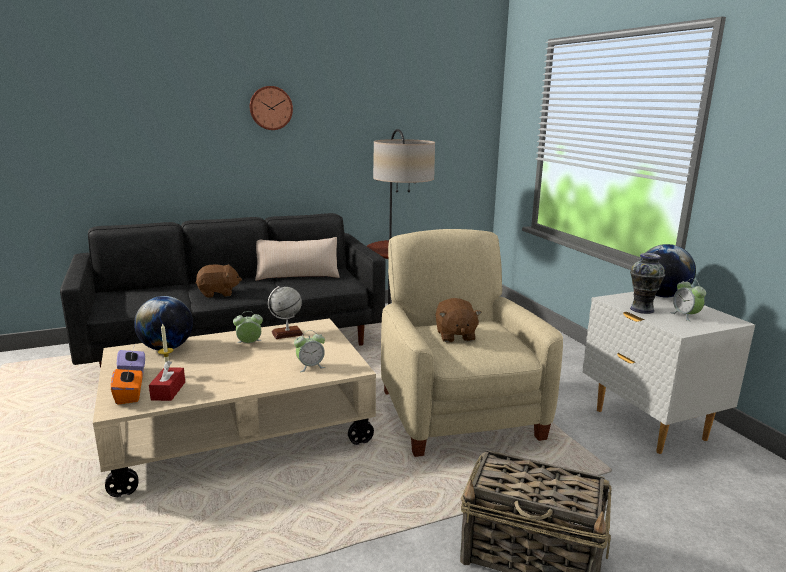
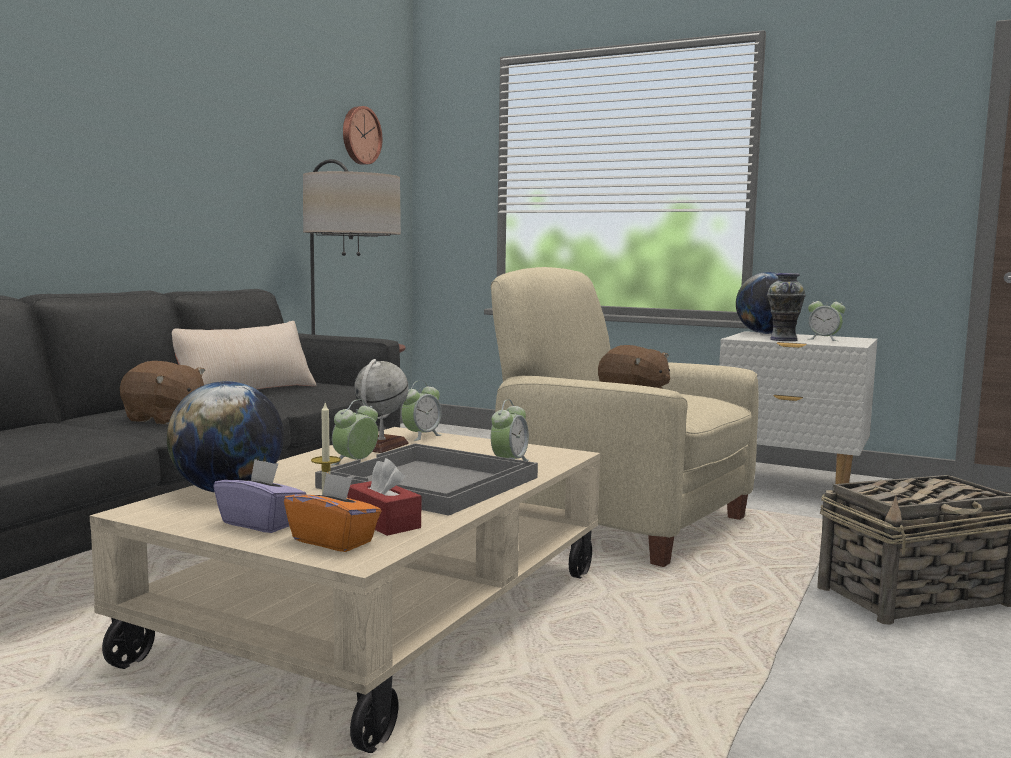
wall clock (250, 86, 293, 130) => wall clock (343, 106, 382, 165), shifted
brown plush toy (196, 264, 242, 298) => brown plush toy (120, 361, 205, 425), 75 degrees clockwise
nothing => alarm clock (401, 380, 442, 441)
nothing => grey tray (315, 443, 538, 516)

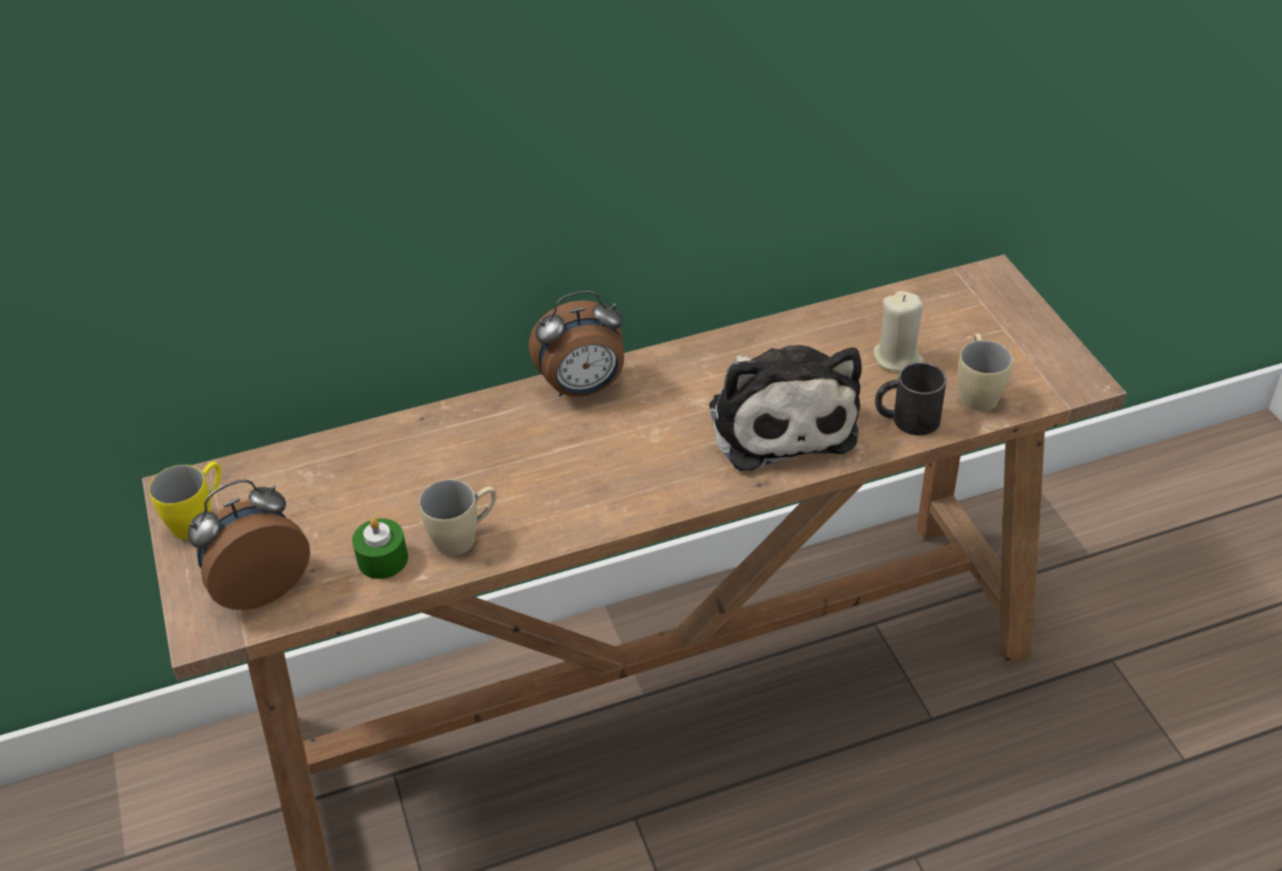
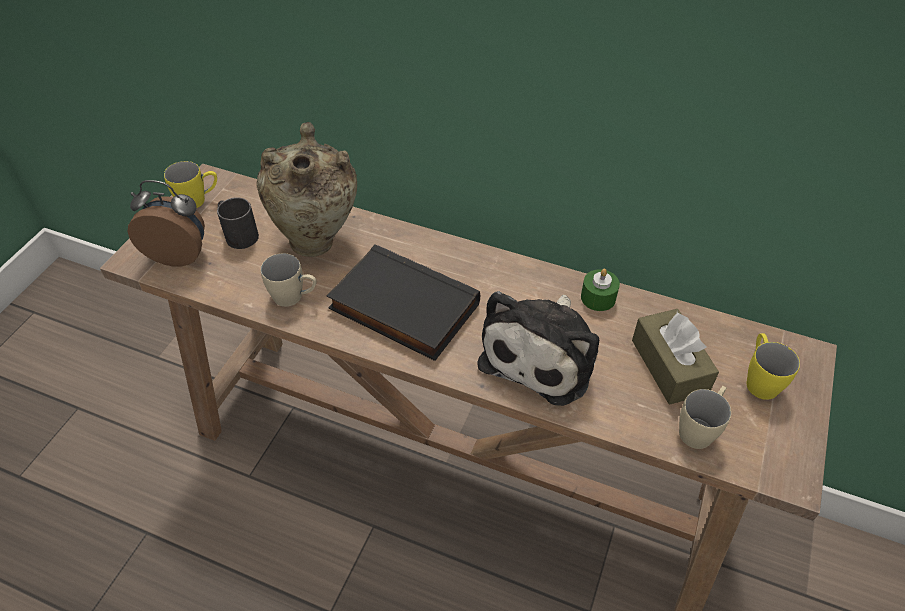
alarm clock (528, 291, 624, 397) => nothing
beige candle (873, 291, 924, 372) => brown tissue box (632, 309, 719, 404)
black mug (875, 362, 947, 436) => black mug (217, 197, 259, 249), shifted
green candle (352, 518, 408, 579) => green candle (581, 268, 620, 311), shifted
nothing => beige vase (257, 122, 357, 257)
nothing => black book (327, 245, 480, 361)
nothing => yellow mug (747, 333, 800, 400)

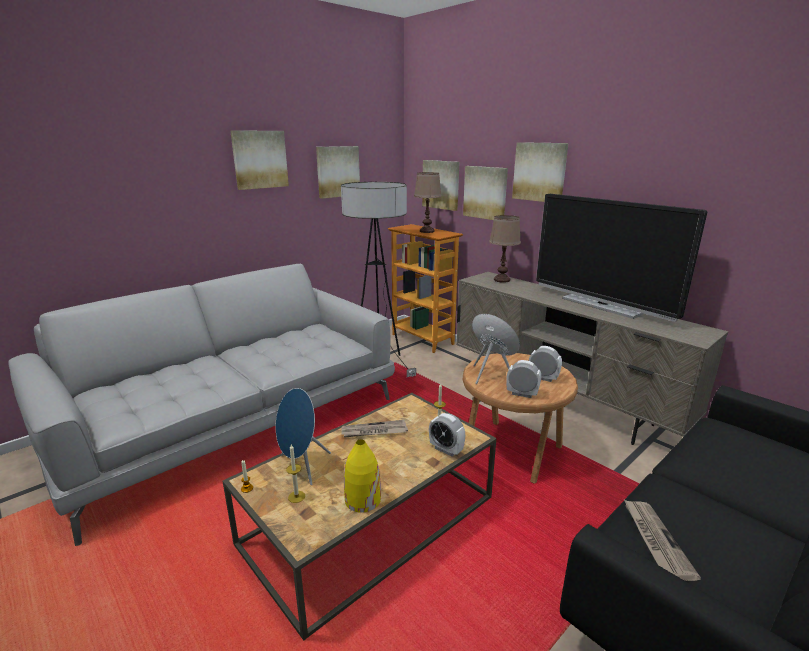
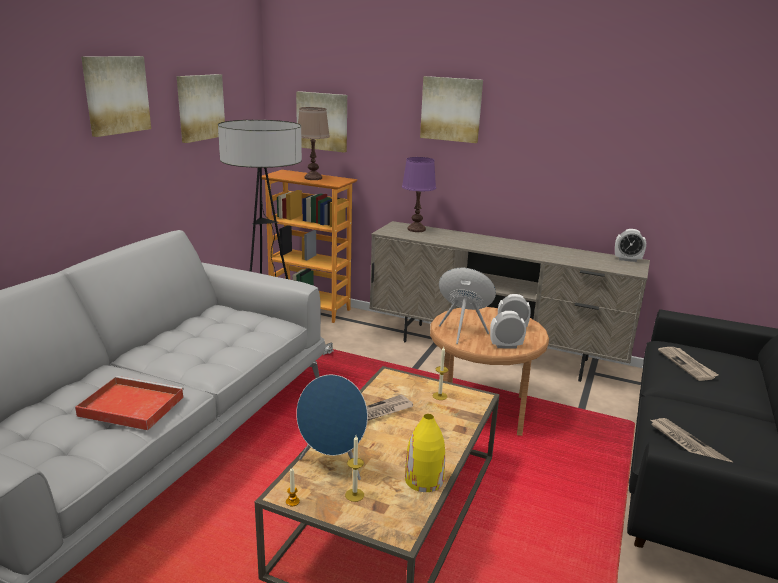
picture (463, 166, 508, 220) => nothing
television (536, 194, 707, 322) => nothing
brown table lamp (489, 215, 521, 283) => purple table lamp (402, 157, 436, 232)
alarm clock (429, 413, 465, 456) => alarm clock (615, 229, 646, 262), shifted
nothing => newspaper (658, 347, 719, 381)
nothing => red tray (75, 376, 184, 430)

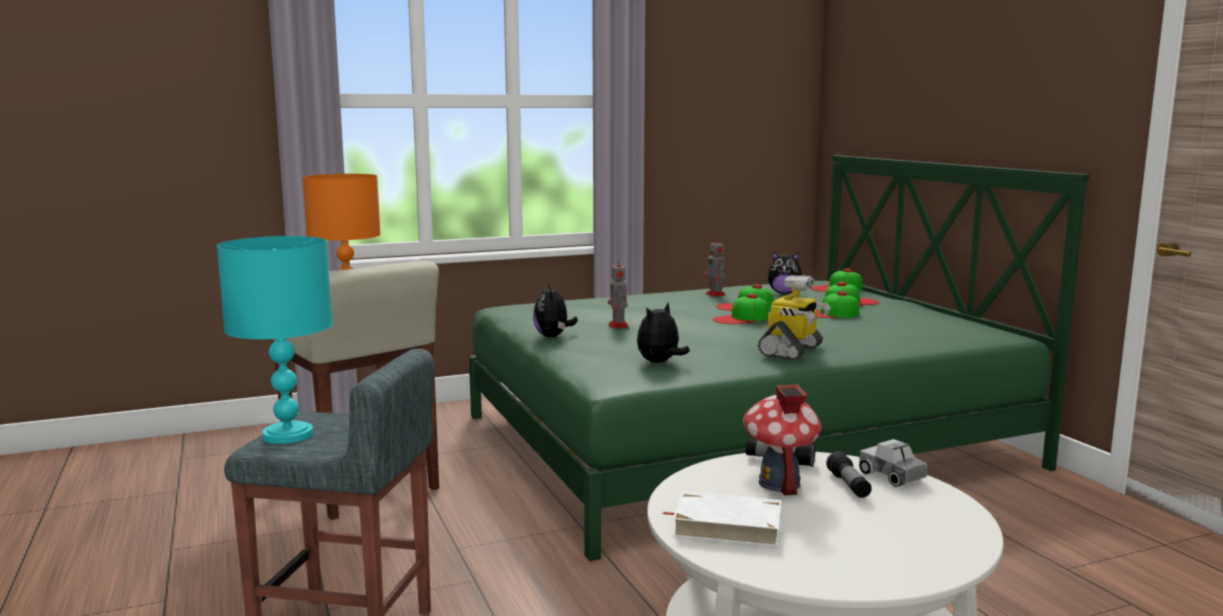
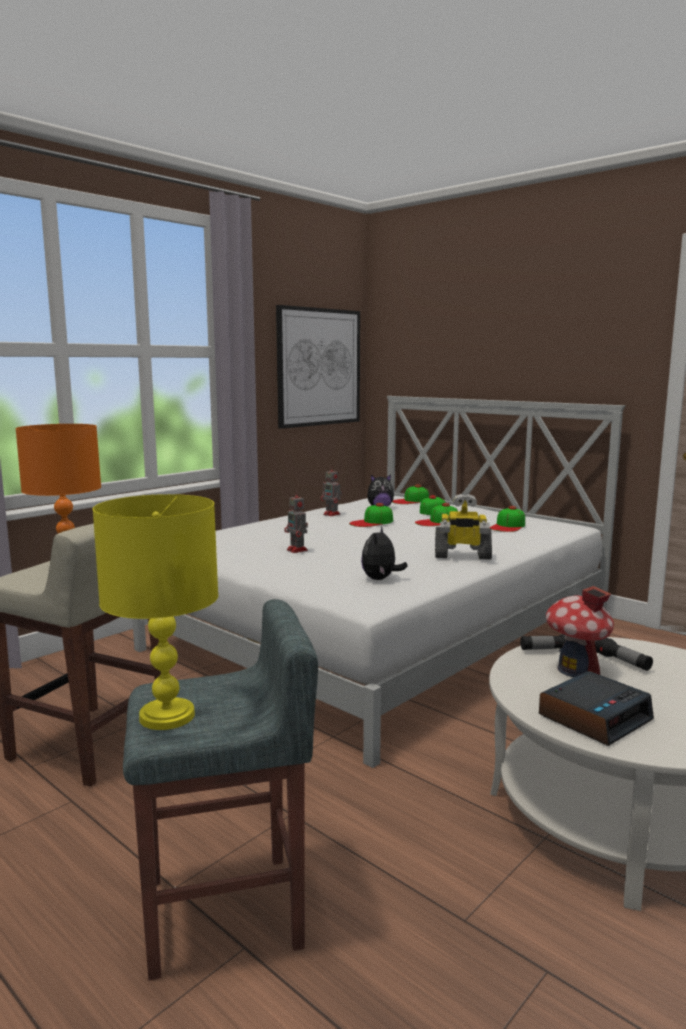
green bed (469, 155, 1090, 561) => white bed (132, 396, 626, 768)
turquoise table lamp (217, 236, 333, 444) => yellow table lamp (93, 494, 218, 730)
toy robot (758, 275, 831, 360) => toy robot (435, 494, 492, 560), 90 degrees clockwise
plush toy (533, 283, 578, 337) => nothing
cap (713, 294, 769, 324) => cap (490, 506, 525, 532), shifted
toy truck (859, 439, 927, 487) => nothing
white book (662, 491, 782, 547) => alarm clock (539, 671, 654, 746)
nothing => picture (276, 305, 360, 429)

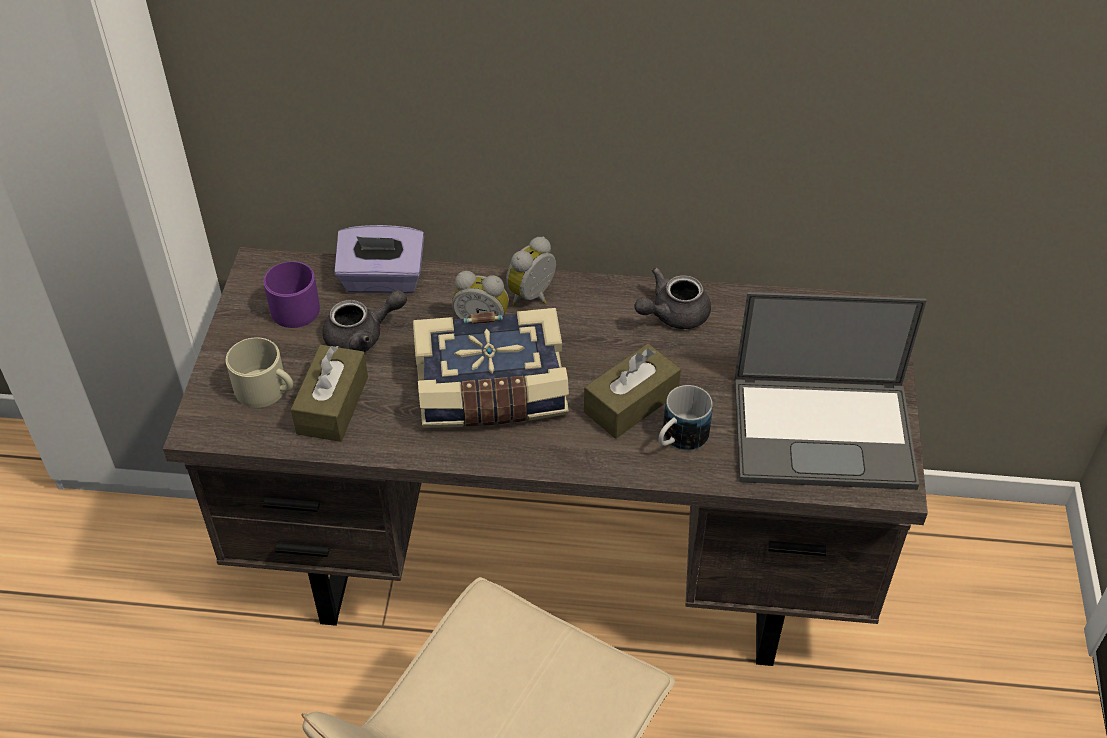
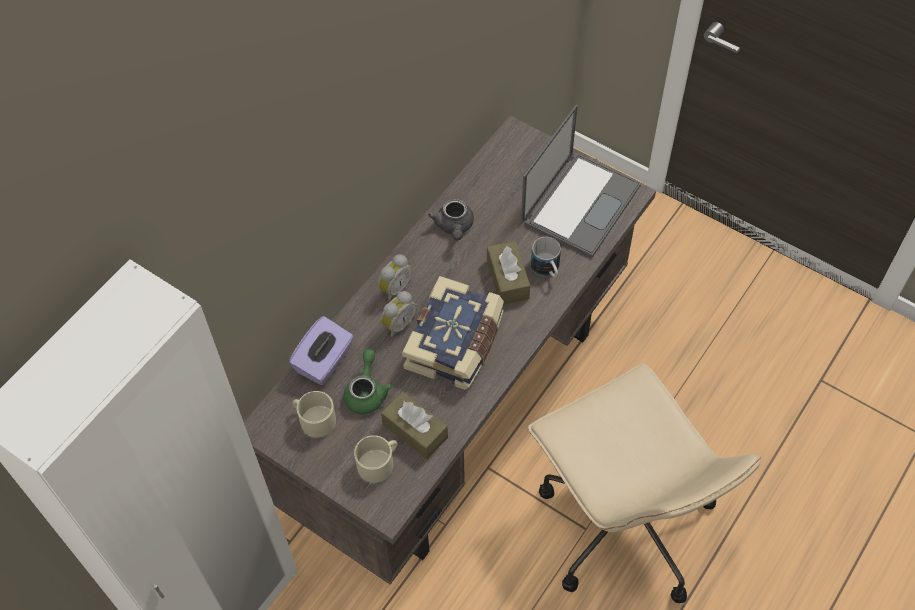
alarm clock (506, 237, 556, 306) => alarm clock (378, 254, 412, 301), 120 degrees counterclockwise
purple mug (263, 261, 320, 328) => beige mug (293, 391, 336, 438)
grey teapot (323, 290, 407, 352) => green teapot (343, 349, 393, 414)

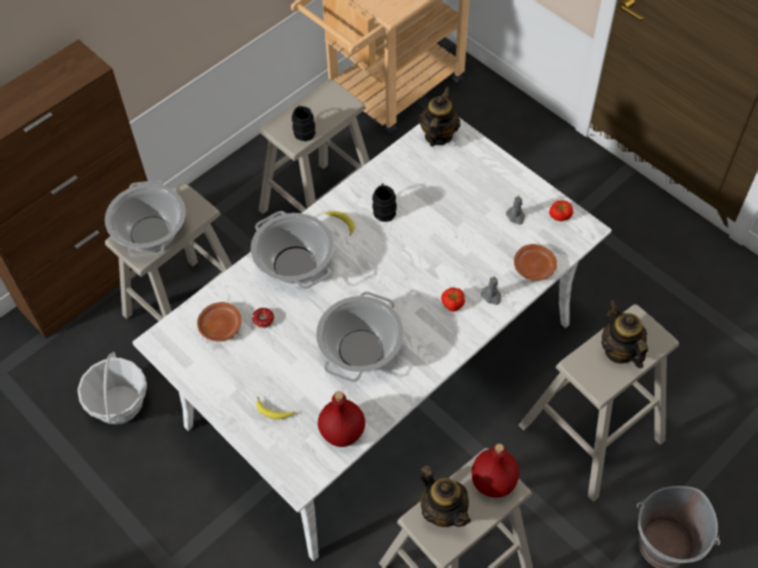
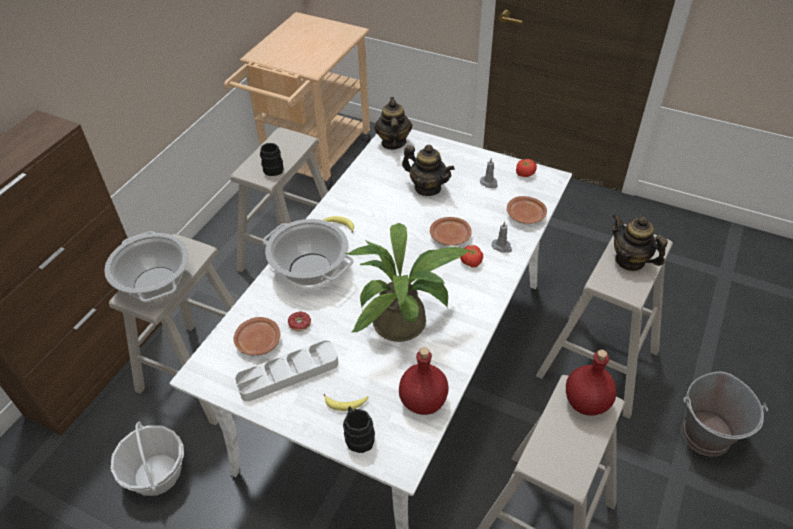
black mug (372, 183, 397, 222) => black mug (343, 406, 375, 453), shifted
cooking pot (316, 292, 404, 382) => potted plant (345, 223, 471, 342)
teapot (419, 465, 471, 527) => teapot (402, 145, 455, 196), shifted
nothing => brown plate (430, 217, 472, 246)
nothing => grey tray (235, 340, 338, 401)

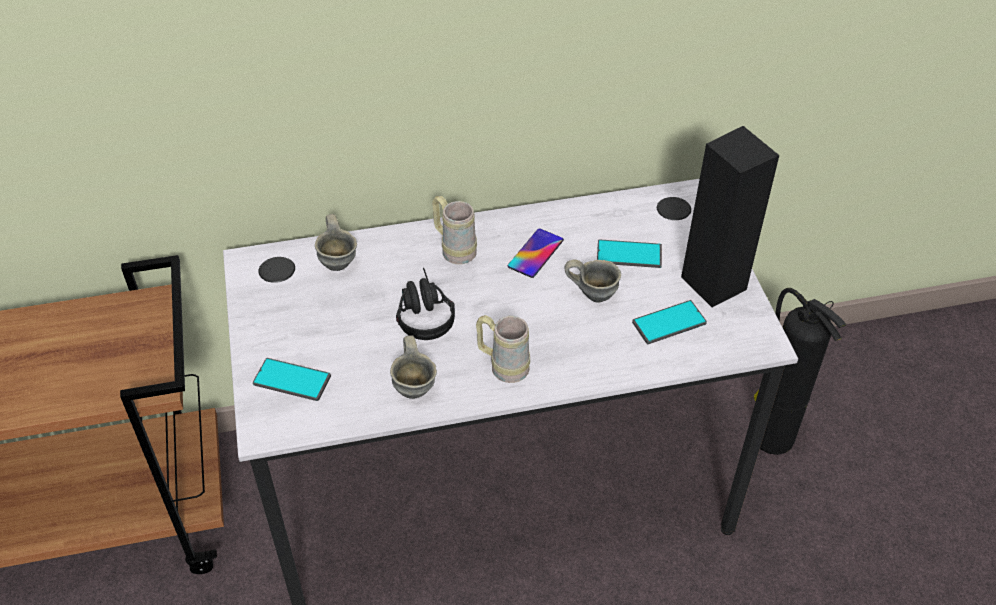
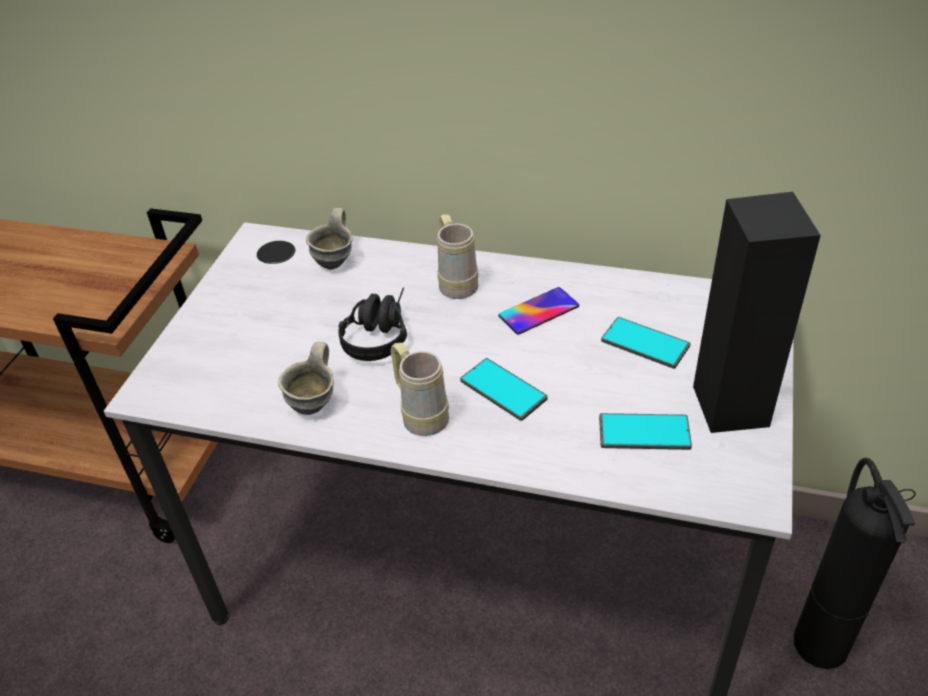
grey mug (564, 260, 621, 303) => nothing
phone (253, 358, 331, 401) => phone (460, 358, 548, 421), shifted

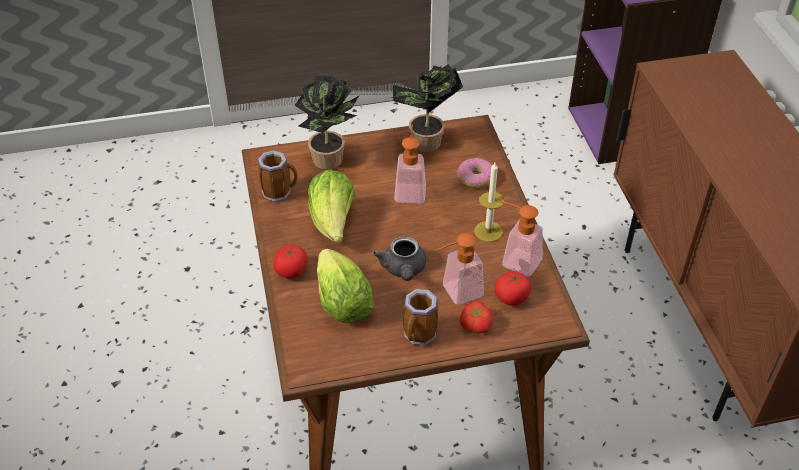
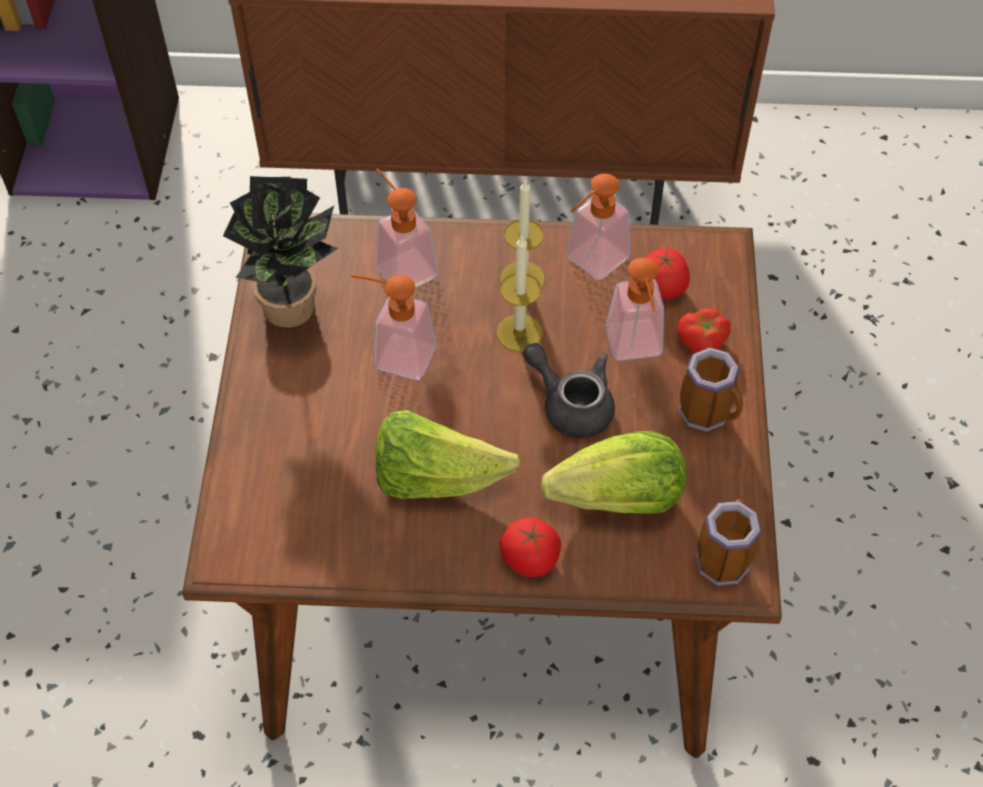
potted plant (294, 75, 360, 170) => nothing
mug (257, 150, 298, 202) => mug (696, 499, 761, 585), shifted
donut (457, 158, 492, 188) => soap dispenser (376, 168, 438, 288)
grey teapot (373, 236, 426, 281) => grey teapot (523, 343, 615, 438), 150 degrees counterclockwise
nothing => candle (496, 236, 543, 352)

